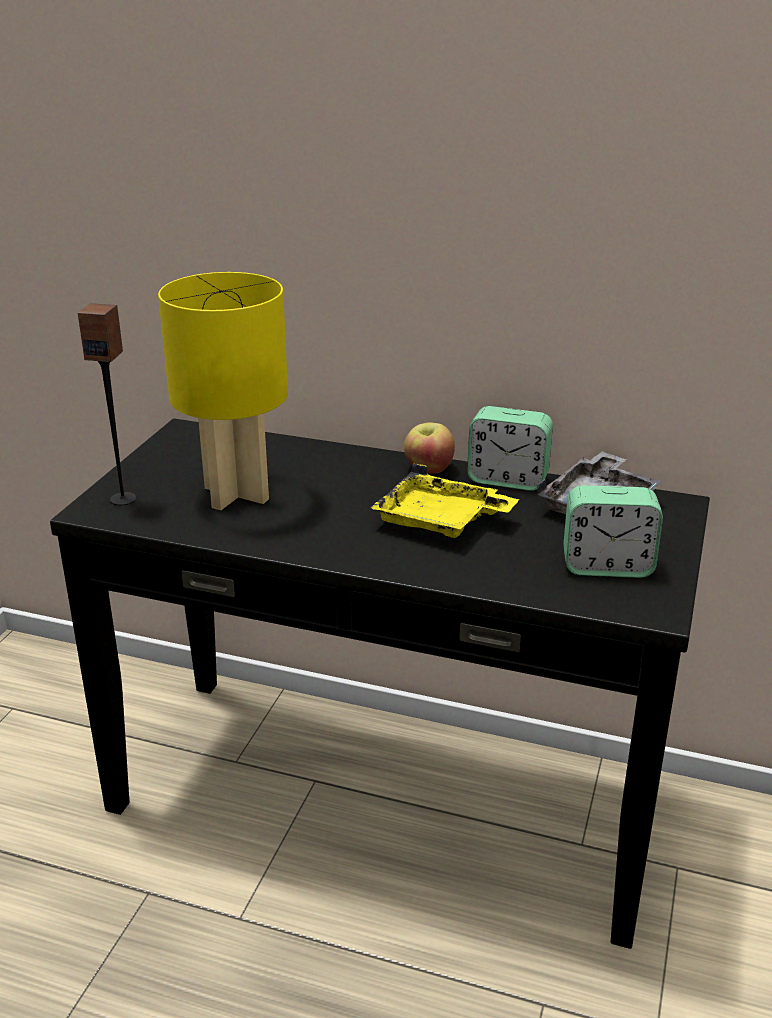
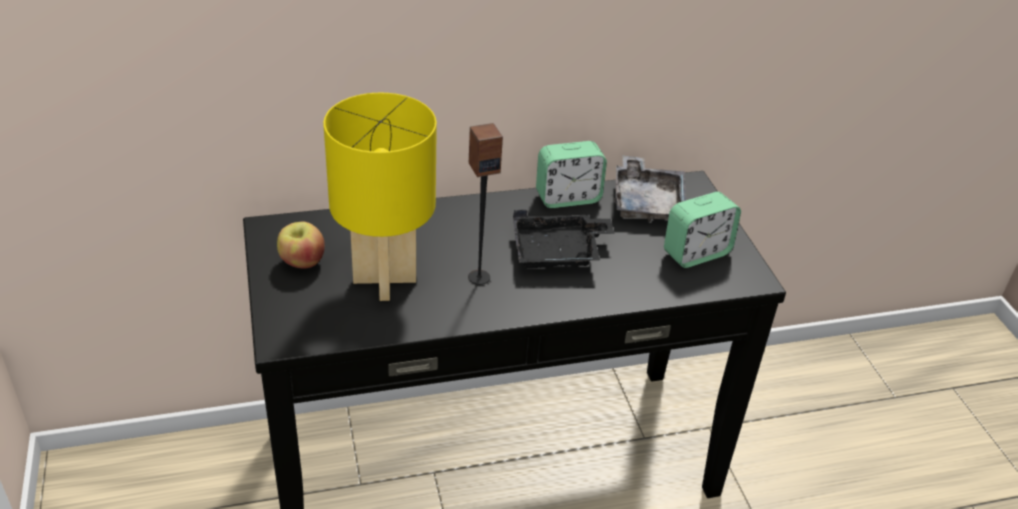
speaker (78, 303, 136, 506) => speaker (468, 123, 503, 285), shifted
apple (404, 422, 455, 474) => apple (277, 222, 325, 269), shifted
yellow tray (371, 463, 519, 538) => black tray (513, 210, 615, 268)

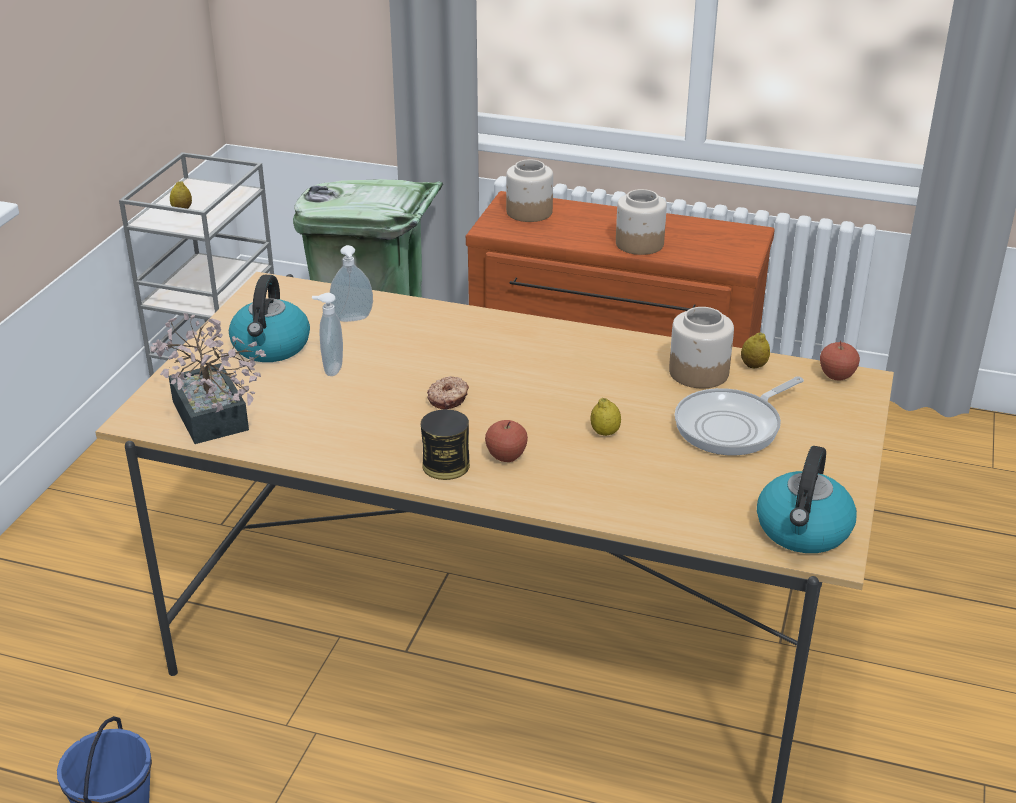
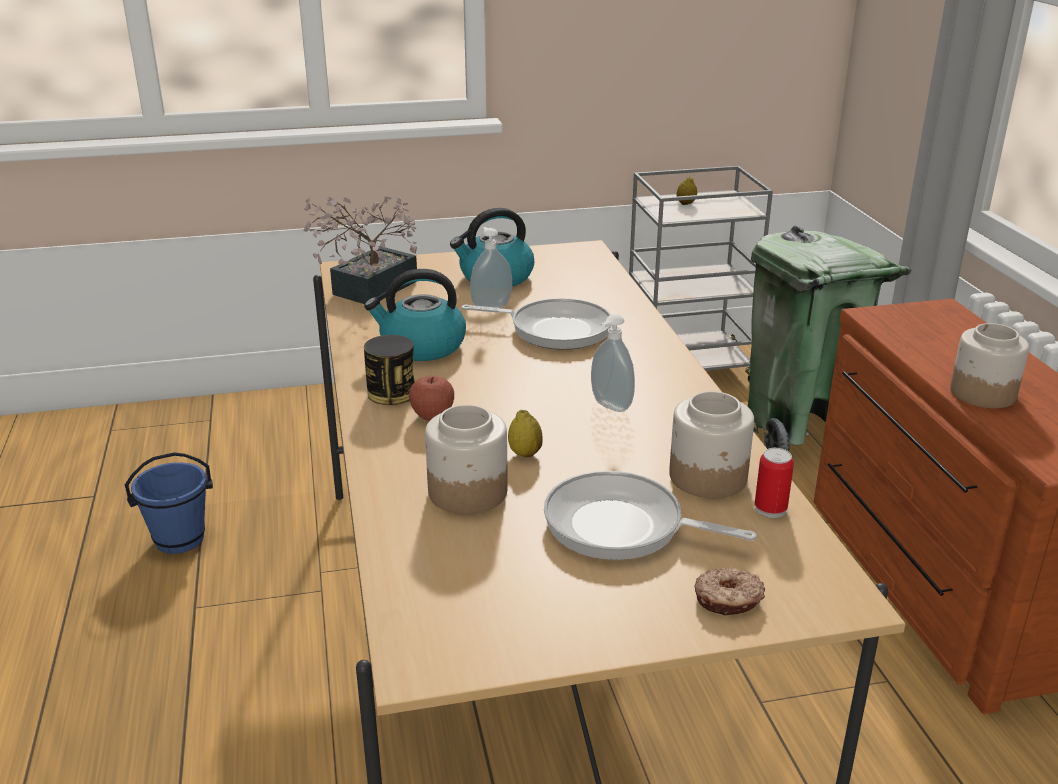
jar (506, 159, 553, 222) => jar (425, 405, 508, 514), shifted
soap dispenser (330, 245, 373, 322) => soap dispenser (591, 314, 635, 412), shifted
lemon (741, 332, 770, 368) => can (755, 448, 794, 518)
apple (820, 341, 860, 380) => nothing
donut (427, 376, 469, 409) => donut (695, 568, 765, 616), shifted
kettle (757, 446, 857, 553) => kettle (364, 269, 466, 361), shifted
nothing => frying pan (461, 298, 611, 350)

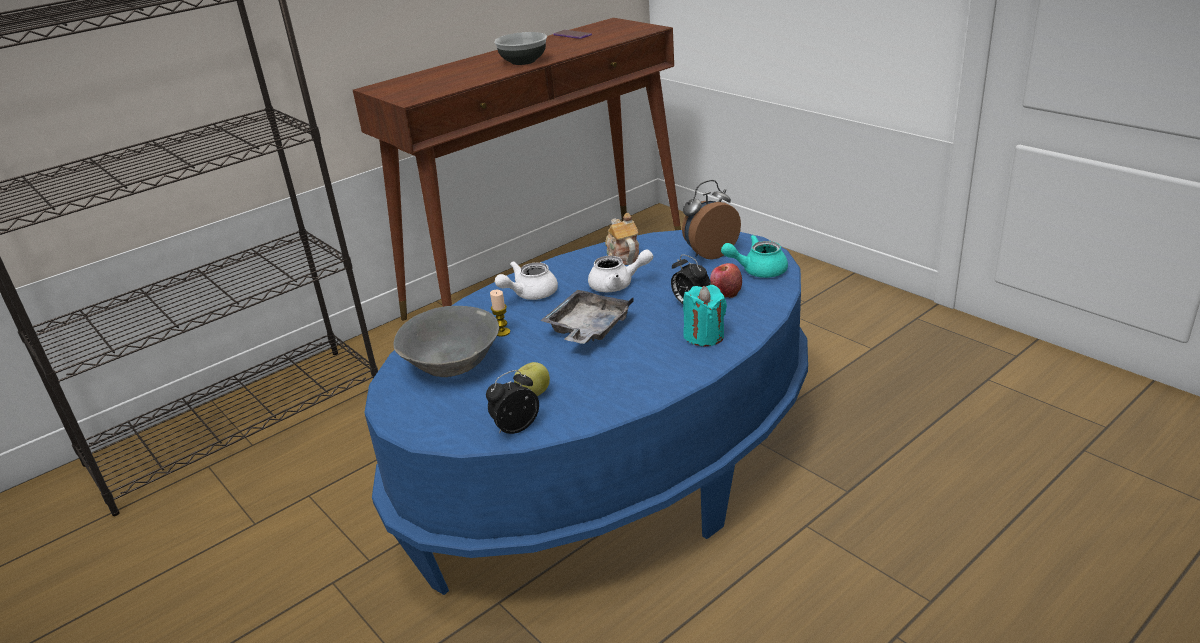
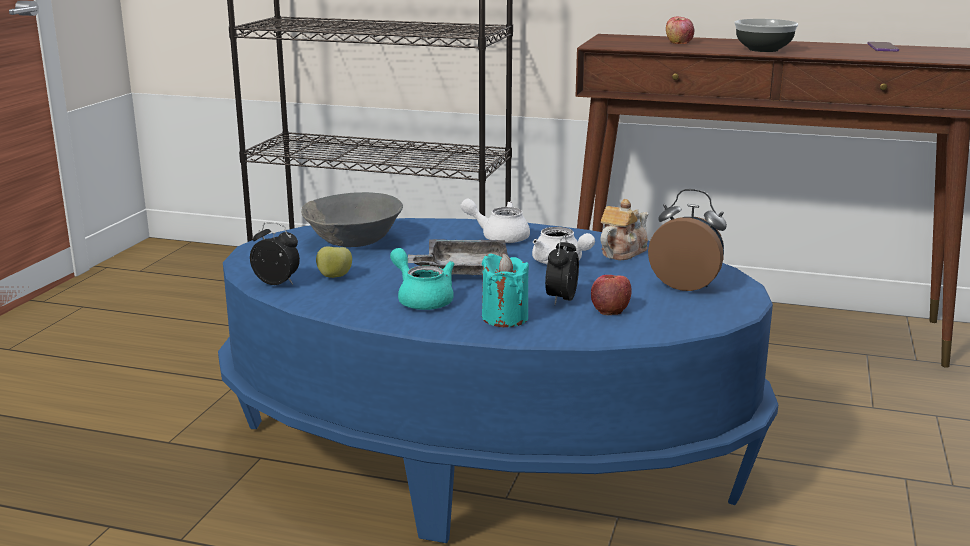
turquoise teapot (721, 235, 788, 278) => turquoise teapot (390, 248, 454, 310), shifted
candle (490, 290, 510, 337) => nothing
nothing => apple (666, 16, 694, 44)

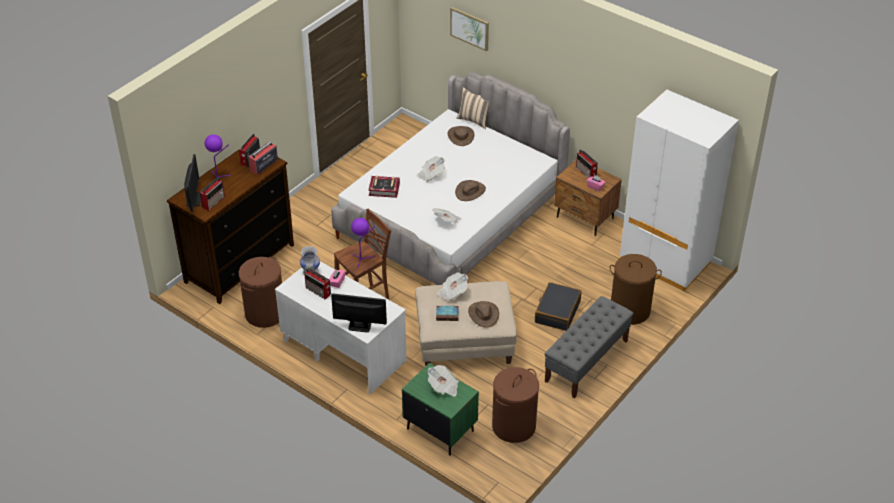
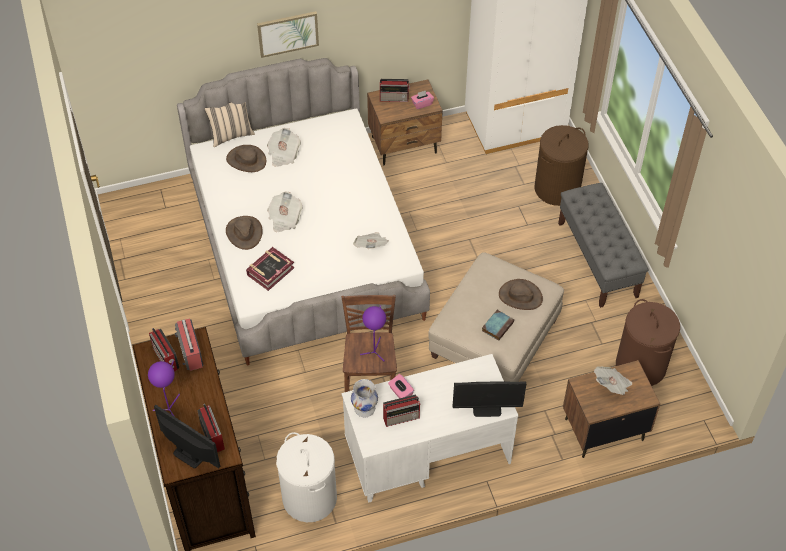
picture (450, 7, 489, 51) => picture (257, 11, 319, 58), shifted
brown hat (455, 180, 486, 201) => brown hat (226, 216, 263, 250), shifted
brown laundry basket (239, 257, 282, 328) => white laundry basket (276, 432, 337, 522)
newspaper (437, 272, 468, 302) => newspaper (267, 128, 301, 167), shifted
black suitcase (535, 282, 582, 331) => nothing
monitor (331, 293, 387, 333) => monitor (453, 381, 526, 417), 135 degrees counterclockwise
green nightstand (402, 363, 479, 456) => brown nightstand (563, 360, 660, 458)

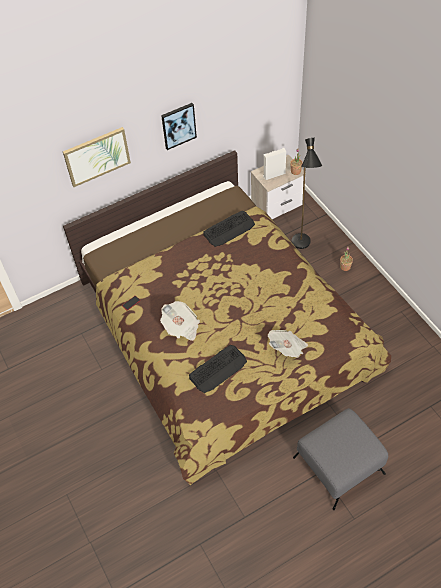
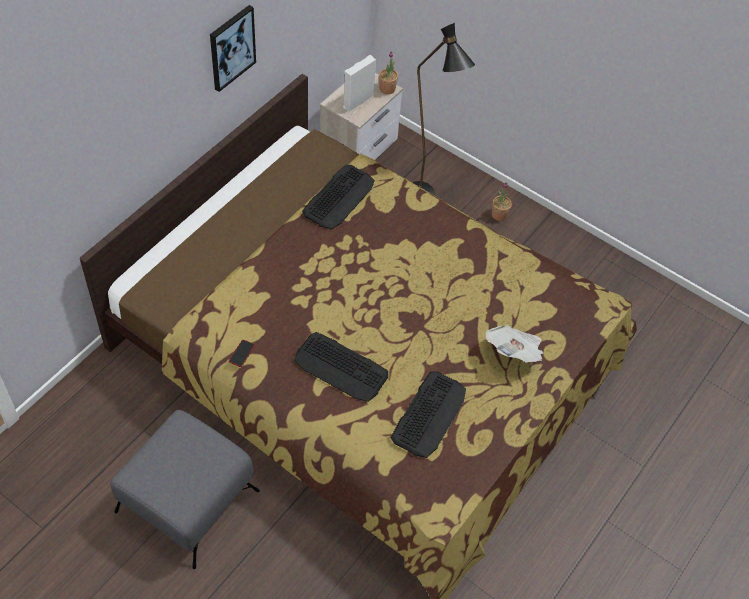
picture (63, 127, 131, 187) => nothing
newspaper (160, 301, 200, 341) => keyboard (294, 332, 388, 402)
grey ottoman (293, 408, 388, 510) => grey ottoman (110, 410, 260, 569), shifted

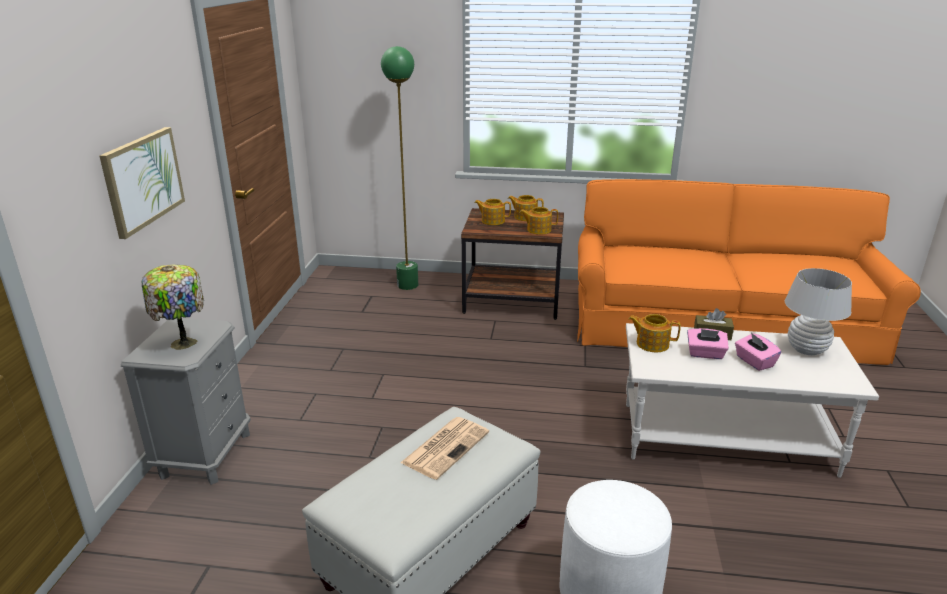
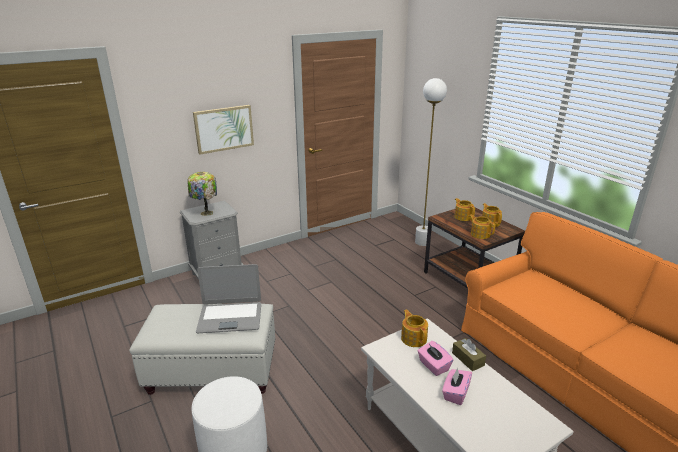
green floor lamp (381, 46, 418, 290) => white floor lamp (415, 78, 447, 246)
white table lamp (785, 268, 852, 355) => nothing
newspaper (400, 417, 489, 480) => laptop (196, 264, 261, 333)

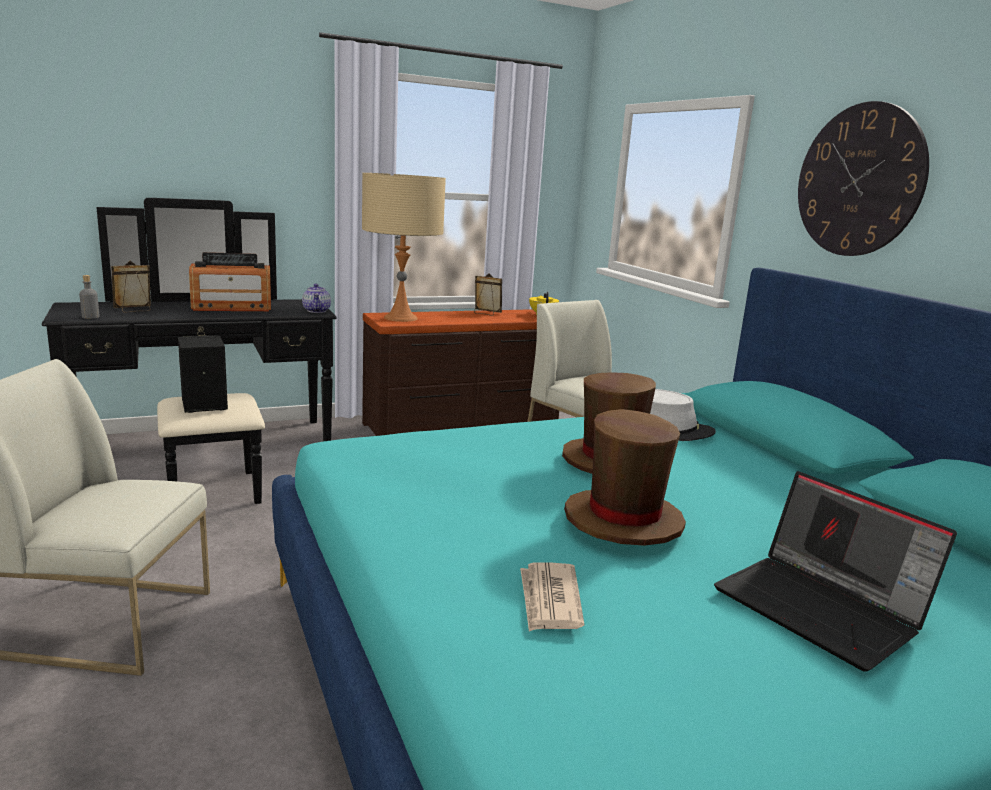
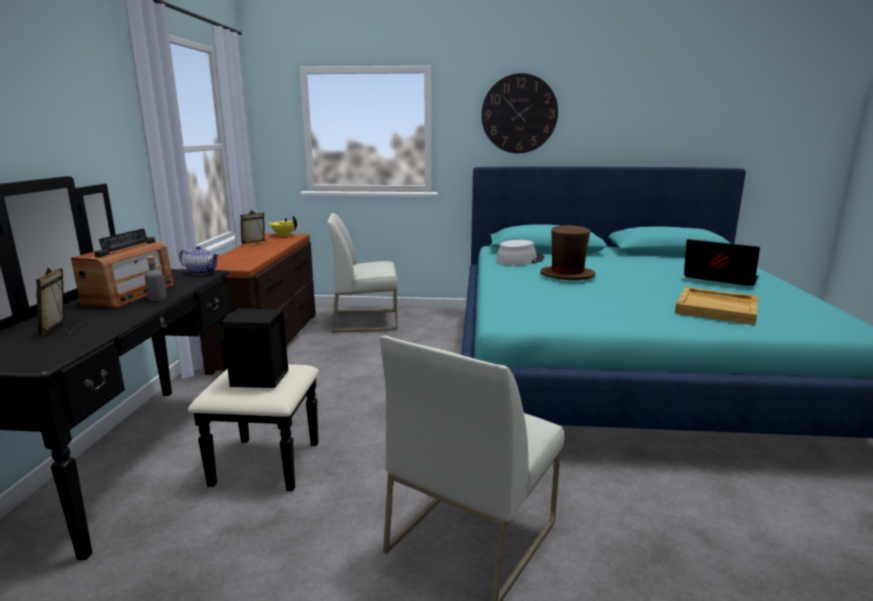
beige table lamp (362, 173, 446, 322) => nothing
grey bottle (79, 275, 100, 319) => grey bottle (145, 256, 166, 301), shifted
brown hat (564, 409, 686, 546) => nothing
laptop (714, 471, 957, 672) => laptop (684, 239, 760, 286), 135 degrees counterclockwise
newspaper (520, 562, 584, 632) => beige tray (675, 287, 758, 325)

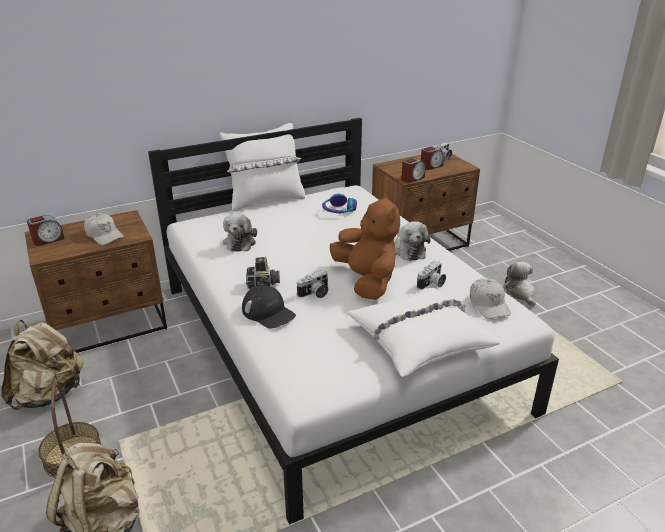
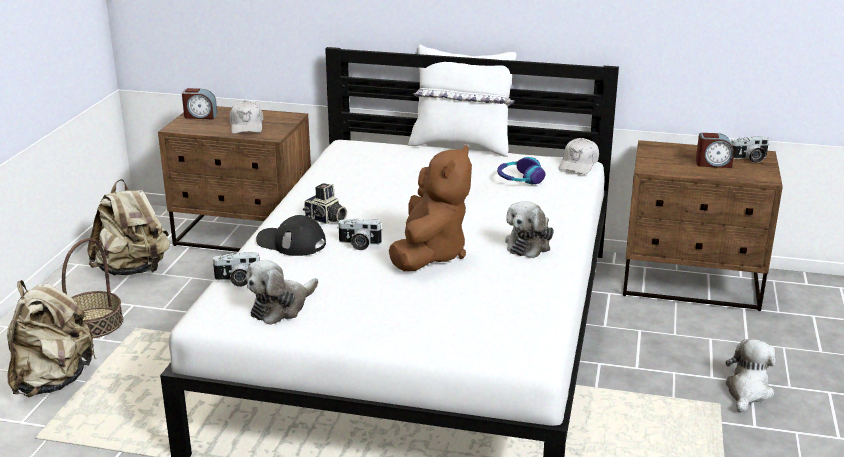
alarm clock (401, 158, 426, 183) => nothing
plush toy (223, 213, 257, 252) => plush toy (246, 260, 318, 325), shifted
photo camera (417, 261, 446, 290) => photo camera (212, 252, 260, 287), shifted
white cap (470, 278, 511, 319) => white cap (558, 138, 599, 174), shifted
black cap (242, 285, 296, 329) => black cap (256, 215, 326, 256), 120 degrees clockwise
white pillow (348, 288, 500, 377) => nothing

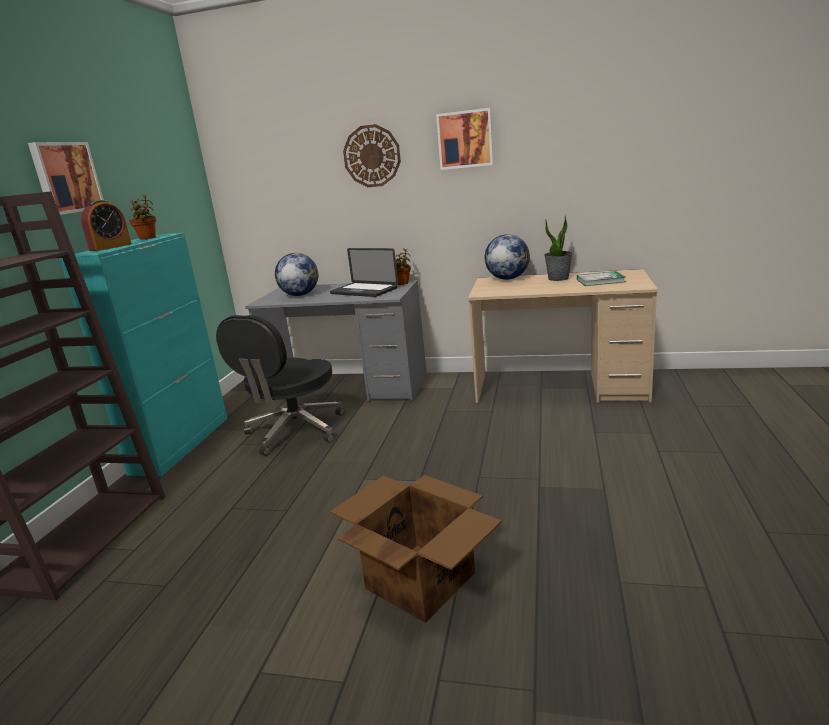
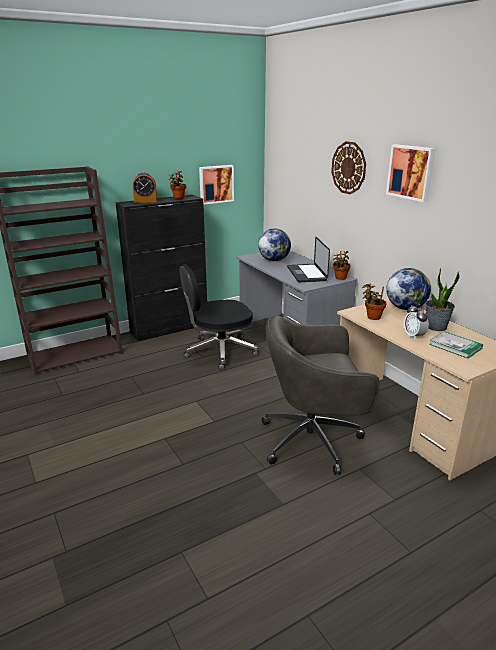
picture (28, 142, 104, 215) => picture (199, 165, 234, 205), shifted
turquoise cabinet (59, 233, 227, 477) => black cabinet (115, 195, 207, 341)
cardboard box (330, 475, 502, 623) => nothing
nothing => potted plant (362, 283, 387, 320)
nothing => alarm clock (404, 304, 429, 339)
nothing => grey office chair (262, 315, 380, 475)

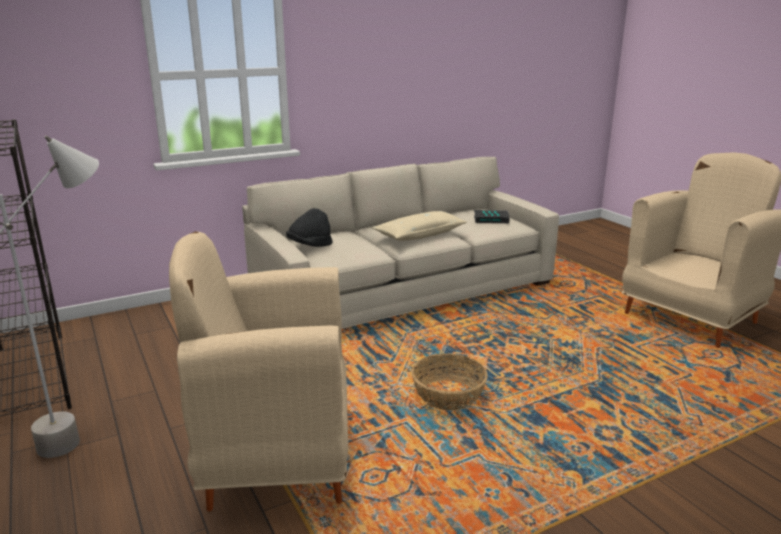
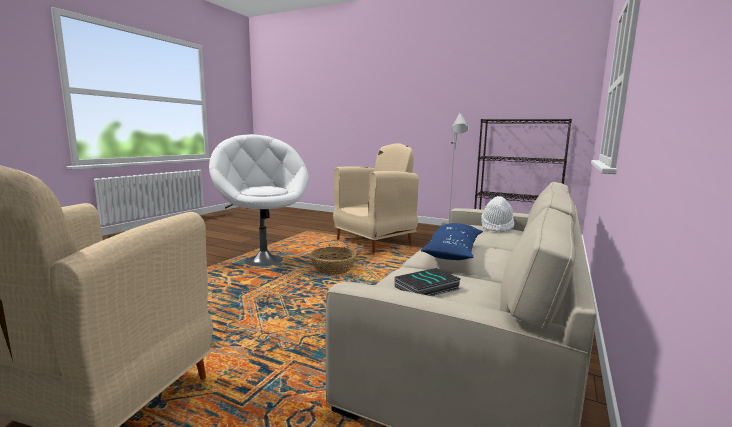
black hat (286, 208, 333, 247) => white hat (481, 196, 514, 233)
beige pillow (372, 211, 467, 241) => blue pillow (421, 223, 483, 260)
nothing => white armchair (209, 134, 309, 266)

